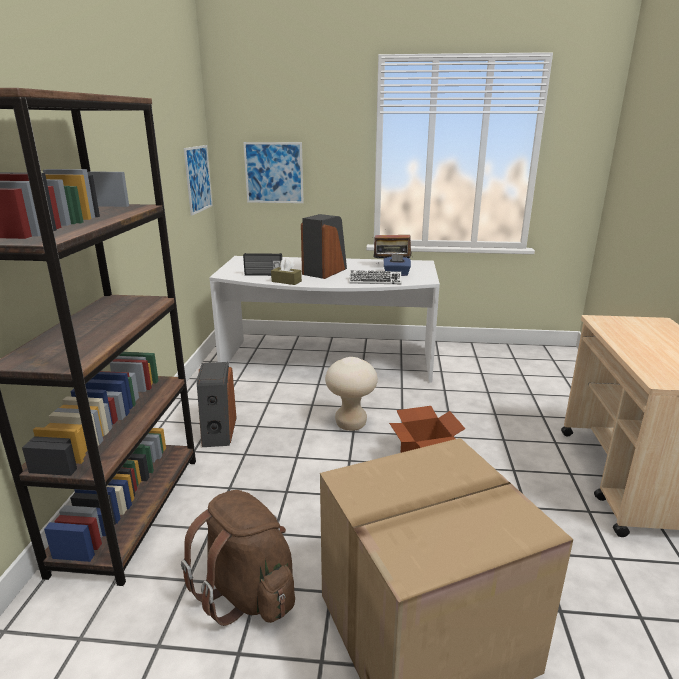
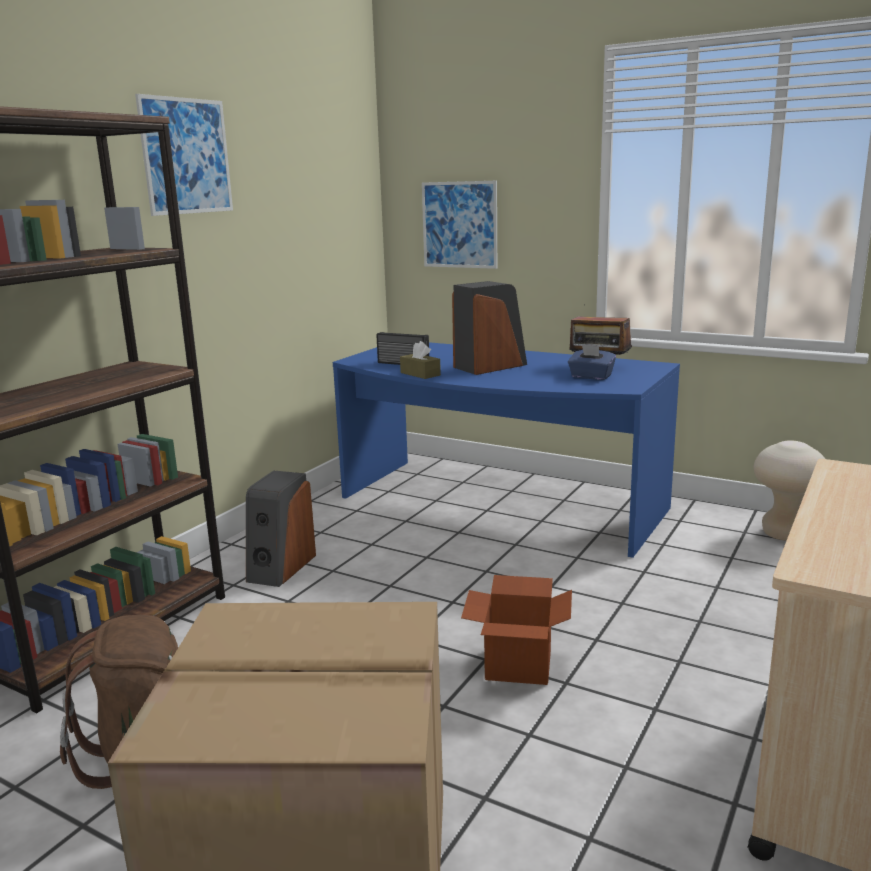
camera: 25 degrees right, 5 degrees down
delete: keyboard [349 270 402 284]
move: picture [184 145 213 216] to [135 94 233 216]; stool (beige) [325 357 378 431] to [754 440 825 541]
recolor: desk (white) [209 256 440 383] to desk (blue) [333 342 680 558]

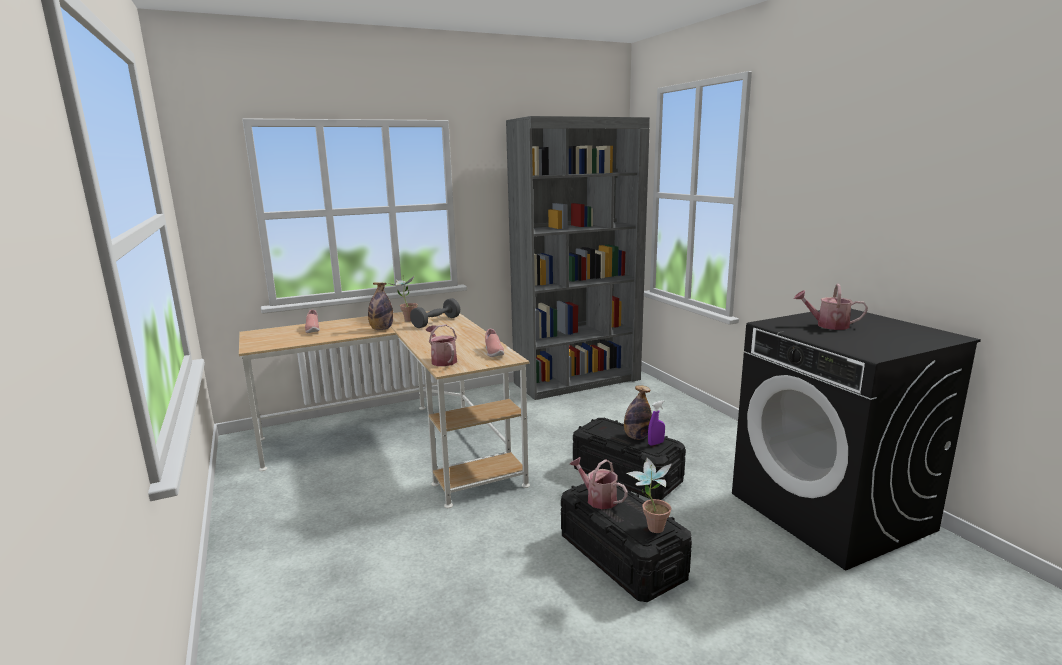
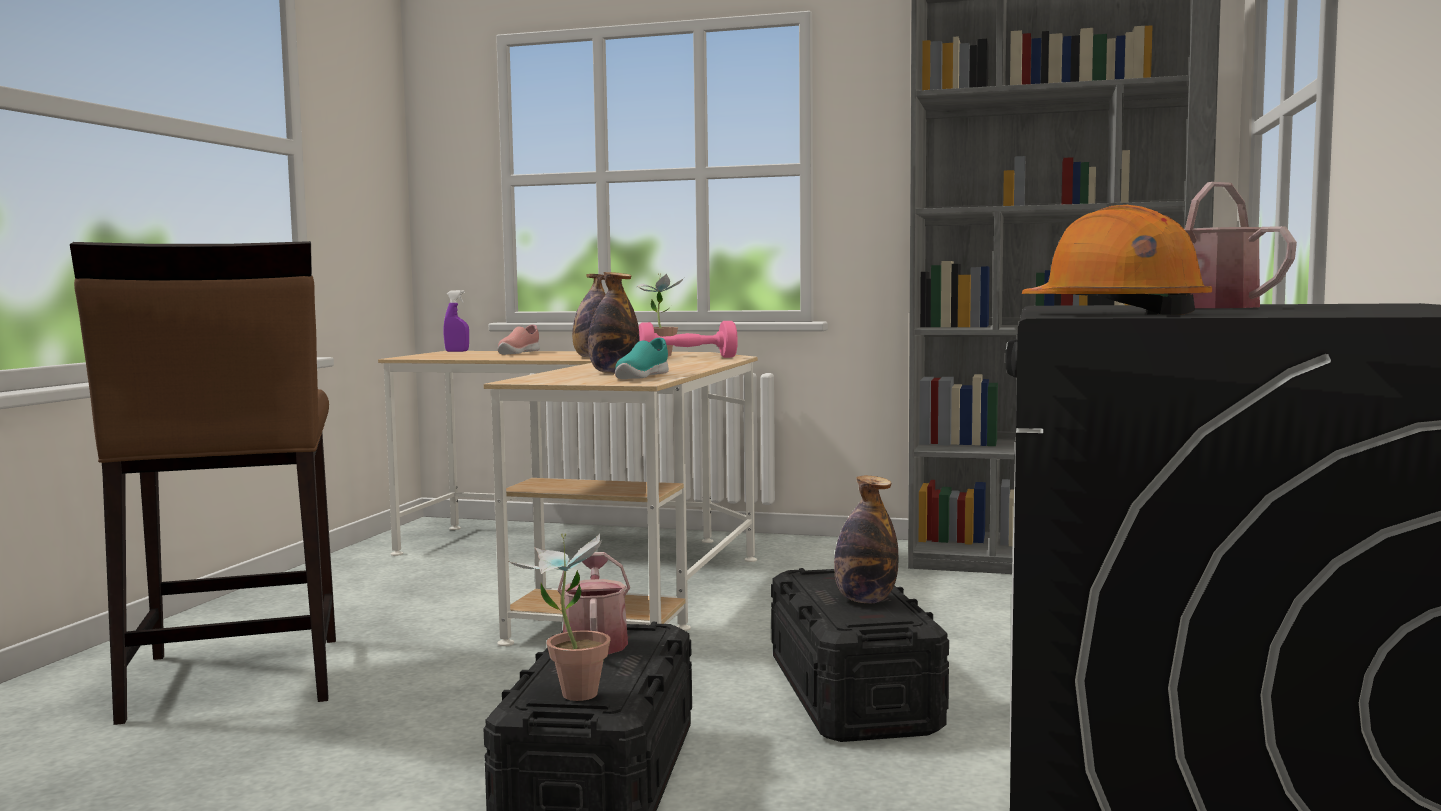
camera: 40 degrees right, 10 degrees down
delete: watering can [426 324 457 366]
insert: hard hat (orange) [1022 205 1212 315]; stool (brown) [70 241 336 725]; bottle [588 272 639 374]
move: spray bottle (purple) [648 400 665 446] to [443 290 469 352]
recolor: dumbbell (grey) [410 298 460 328] to dumbbell (pink) [639 321 738 358]; shoe (pink) [485 329 504 357] to shoe (turquoise) [615 338 669 379]

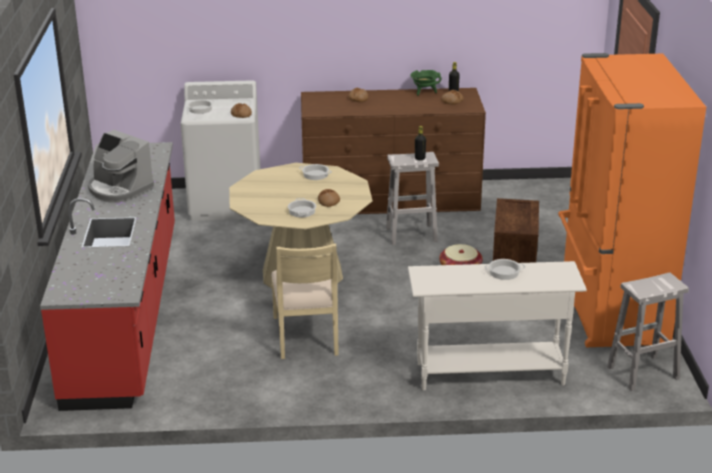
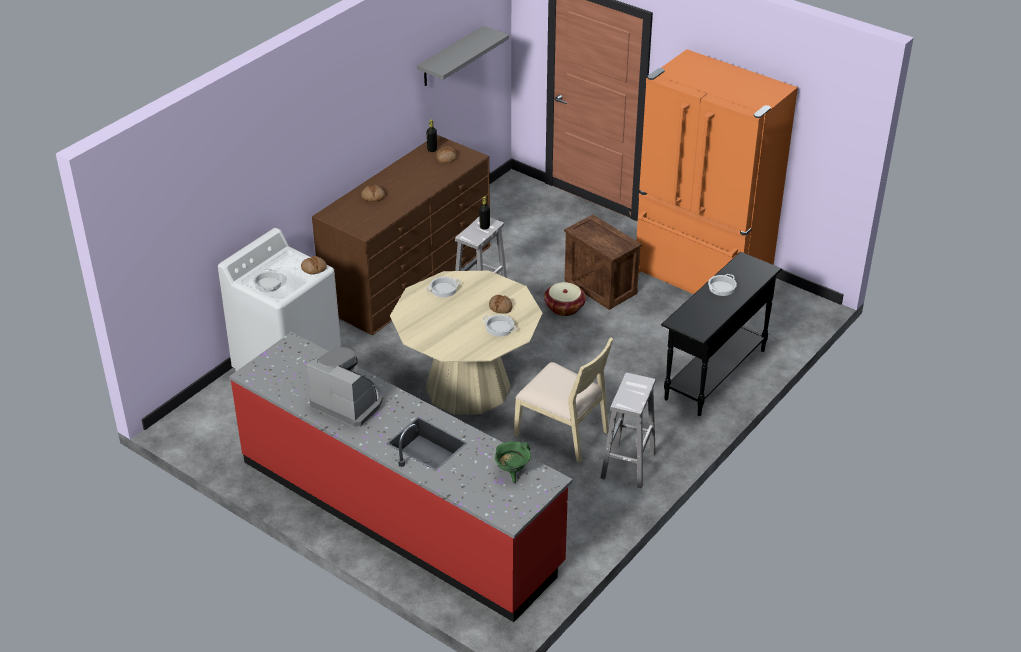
camera: 50 degrees left, 10 degrees up
insert: shelf (grey) [417 26 509 86]
move: cooking pot (green) [411 70 441 96] to [495 441 531 483]; stool (white) [607 273 689 391] to [601 373 656 488]
recolor: console table (white) [408 261 587 390] to console table (black) [661 252 782 416]
rotate: coffee machine [88 130 154 203] = [307 347 382 428] 135 degrees counterclockwise

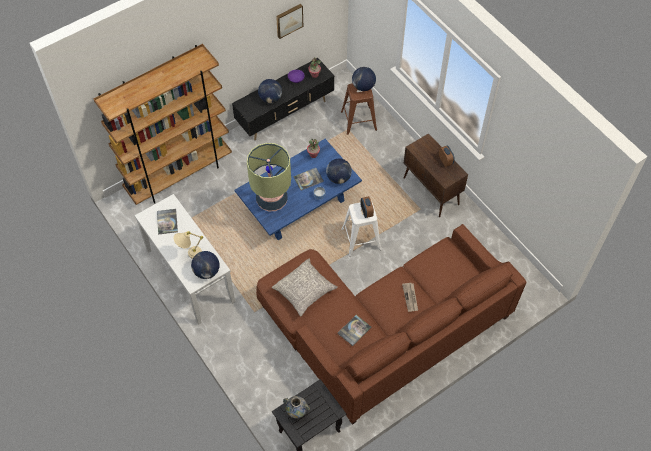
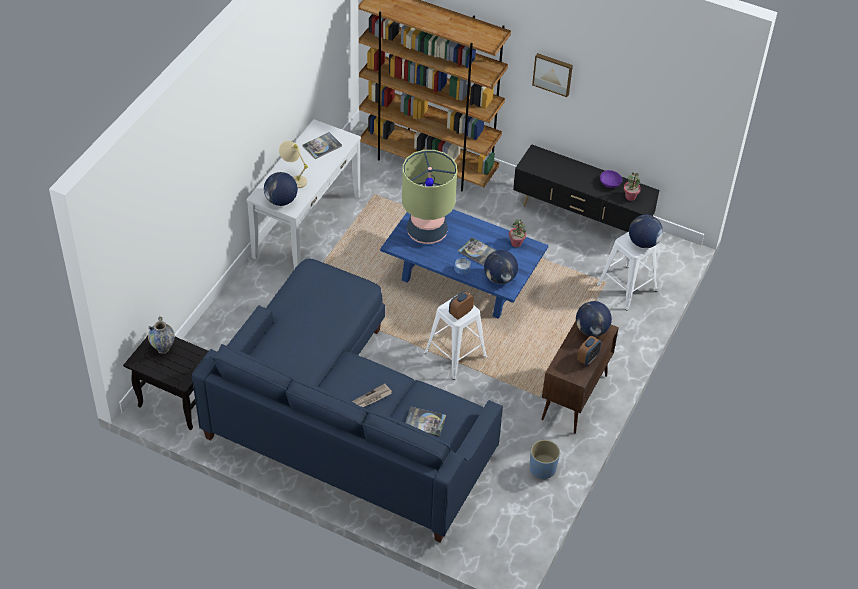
camera: 60 degrees right, 10 degrees down
delete: pillow (grey) [272 259 338 317]
insert: planter (blue) [530 440 560 480]
move: picture [276 4 303 39] to [532 53 573 97]; globe [258 79 282 103] to [576 301 612 337]; book [337 315 371 346] to [405 407 446 437]
recolor: stool (brown) [341 83 377 135] to stool (white) [597 232 658 311]; sofa (brown) [256 224 526 425] to sofa (blue) [192 259 503 542]

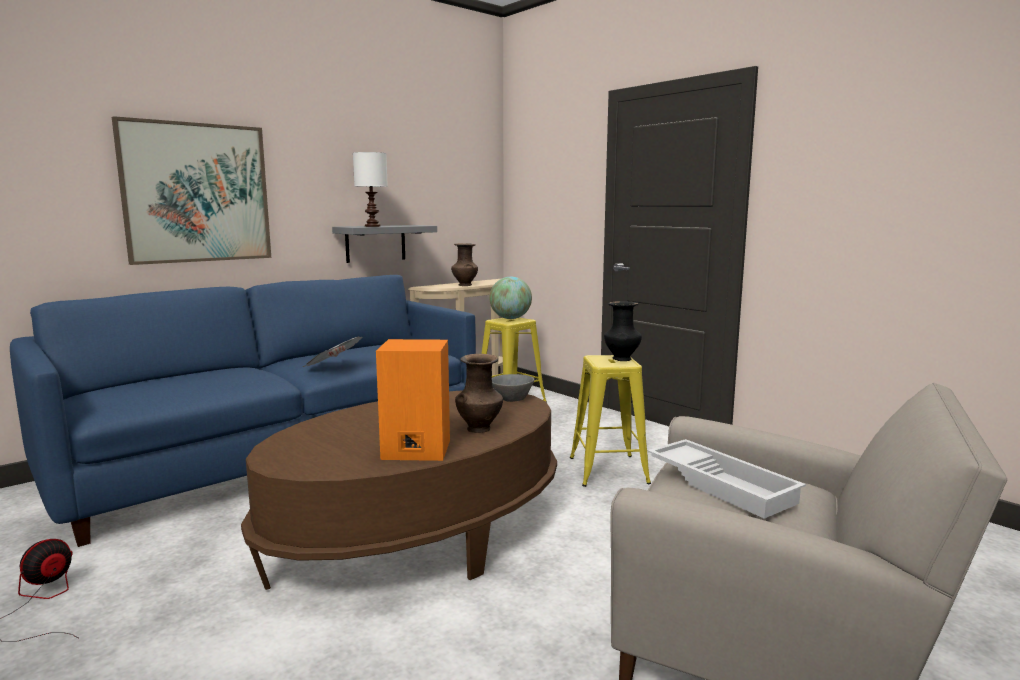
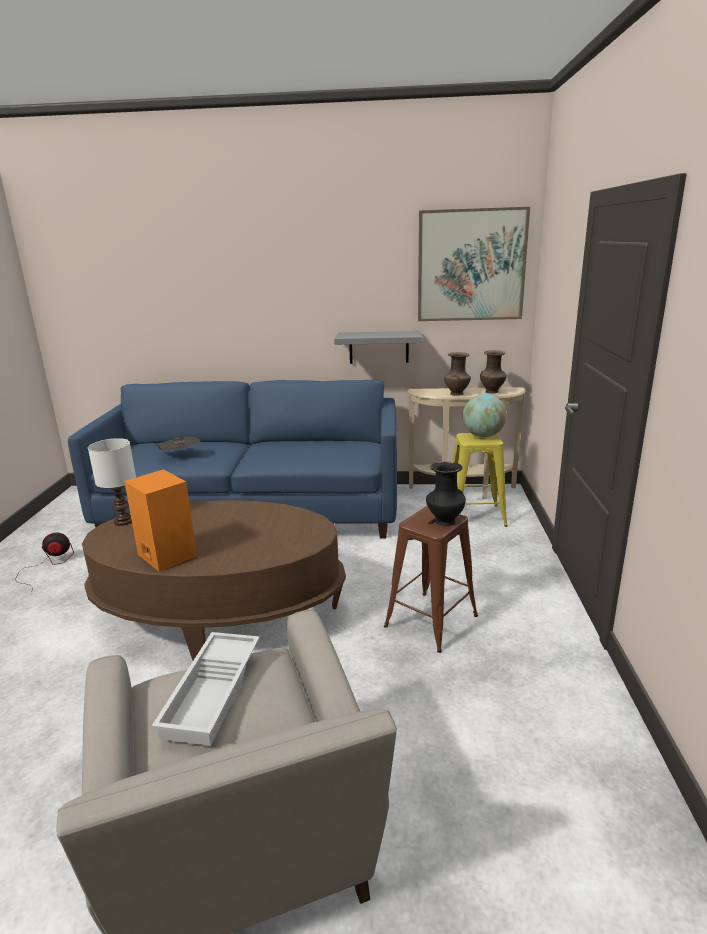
camera: 45 degrees right, 10 degrees up
delete: bowl (grey) [492 374 534 402]
move: picture [112 116 271 265] to [418 207 530 321]; table lamp (white) [353 152 388 227] to [88 438 136 526]; newspaper [303 336 363 367] to [156 437 201 451]; vase (brown) [455 354 503 433] to [480 350 507 393]
recolor: stool (yellow) [570 355 651 487] to stool (brown) [384 506 478 653]

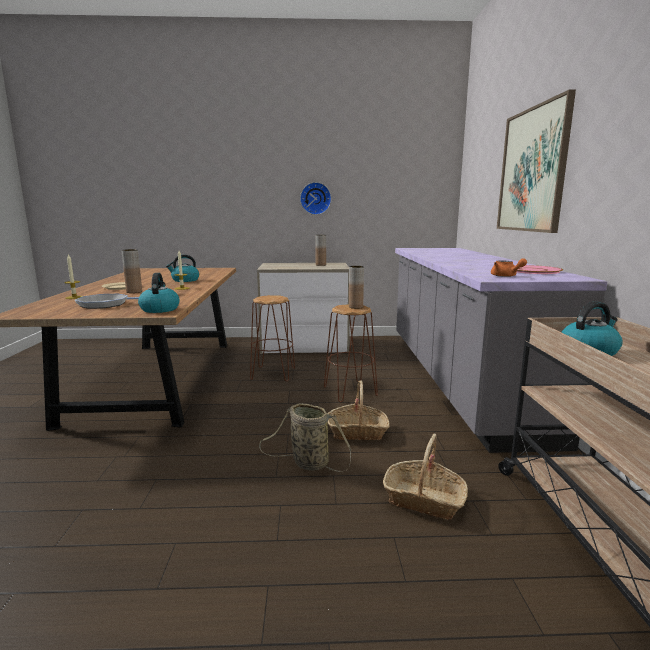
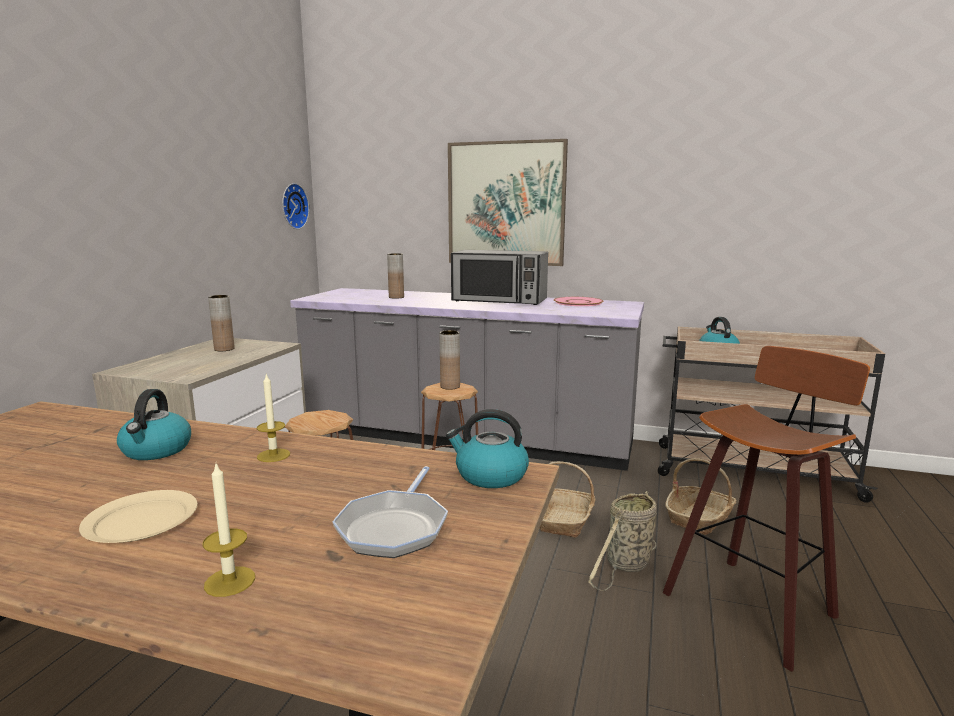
camera: 70 degrees left, 0 degrees up
delete: teapot (orange) [491 258 527 277]
insert: microwave [451 250 548 305]; stool [663 346 870 672]
move: wall clock [300 182 332 215] to [282 183 309 229]; vase (brown) [121 249 142 293] to [387 253 404 299]

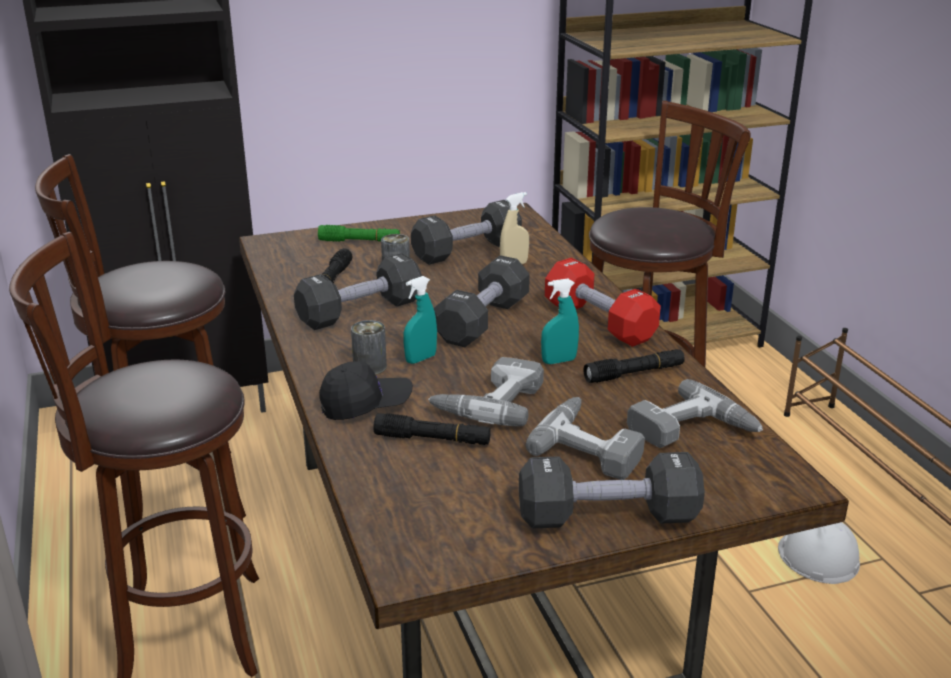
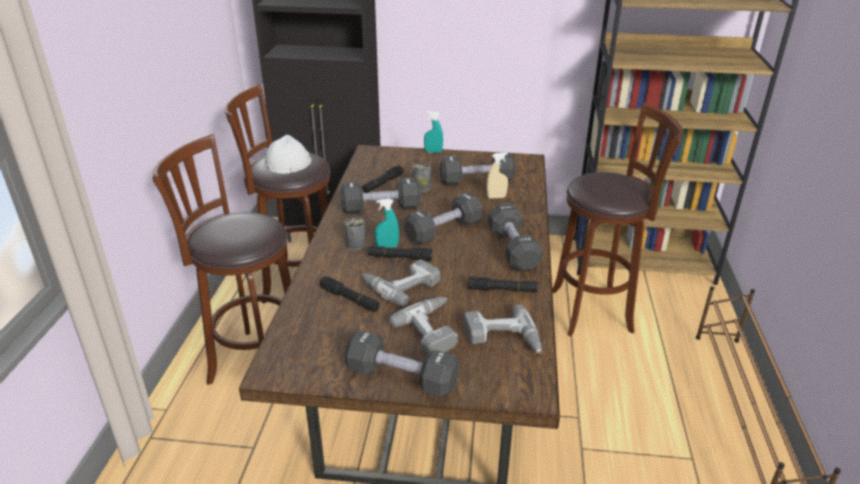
camera: 25 degrees right, 5 degrees up
delete: flashlight (green) [318 225 400 242]; cap (black) [319 361 413 420]
insert: flashlight (black) [368 246 432 261]
move: spray bottle (turquoise) [541 279 579 364] to [424 111 443 153]; hard hat (white) [778 522 860 584] to [265 135 311 174]
recolor: dumbbell (red) [545 258 661 347] to dumbbell (black) [488 203 543 272]

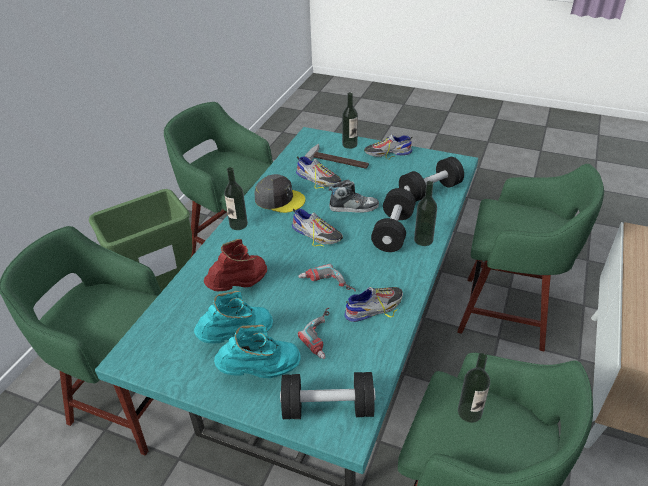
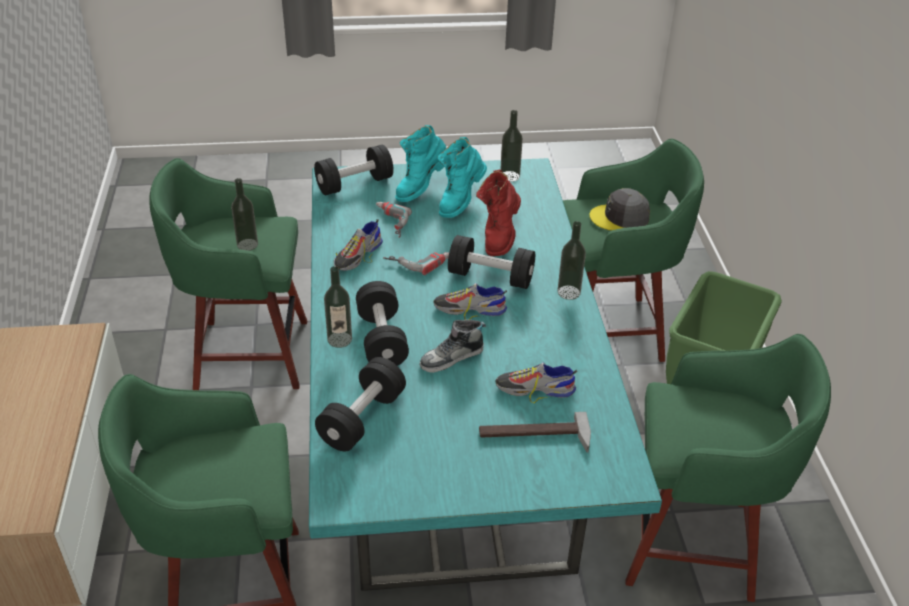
camera: 150 degrees right, 0 degrees up
delete: shoe [364 134 413 159]
insert: dumbbell (black) [448 235 535 289]
move: bottle [342 92 358 149] to [500 110 523 182]; cap (grey) [255 174 305 213] to [589 188 650 231]

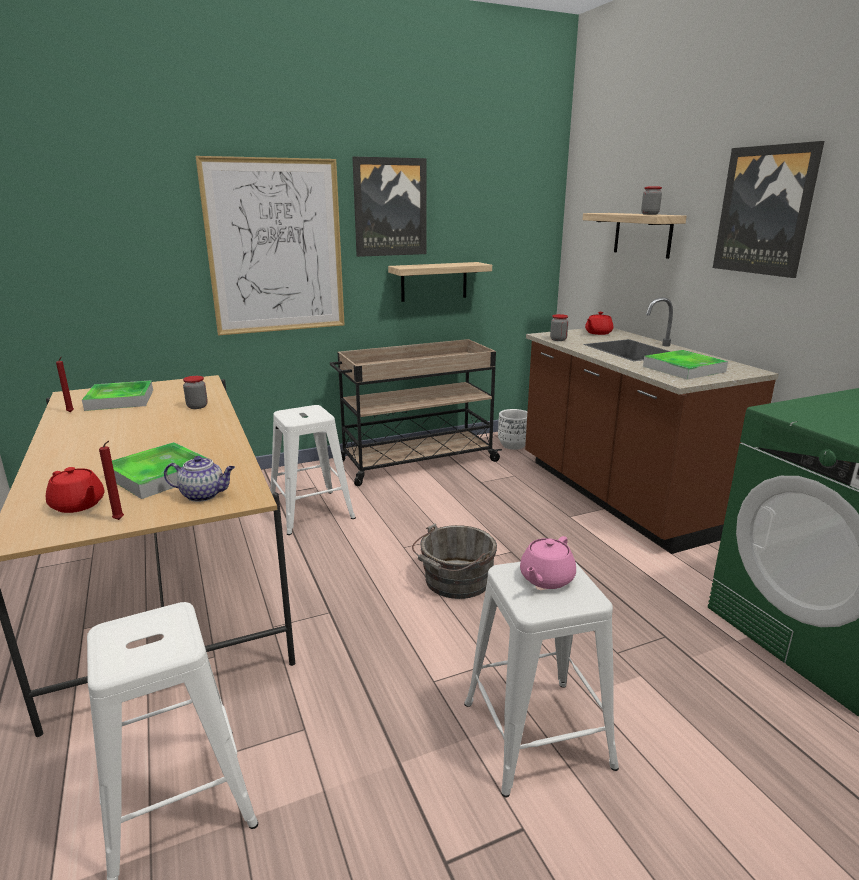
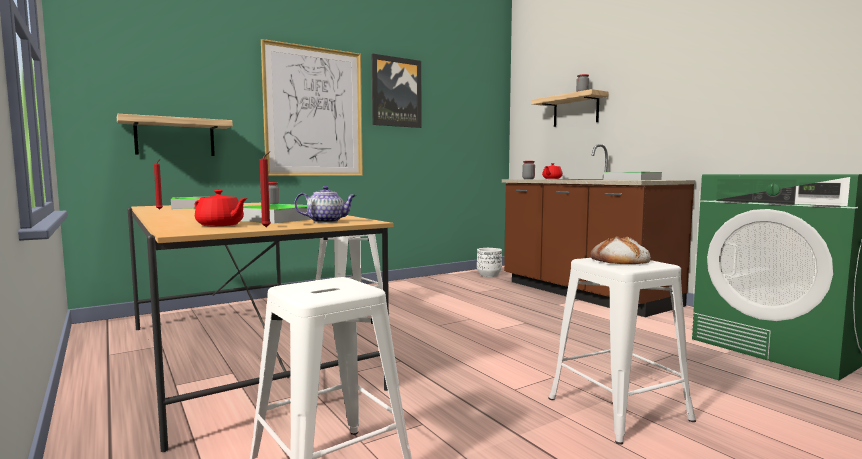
camera: 10 degrees left, 15 degrees down
delete: picture [713 141 824 278]; cart (beige) [330 339 502 486]; bucket (grey) [412 524 497 599]
move: shelf [388 262 492 302] to [117 114 233 156]
replace: teapot (pink) [520 536 576 589] to bread [591 236 651 264]

